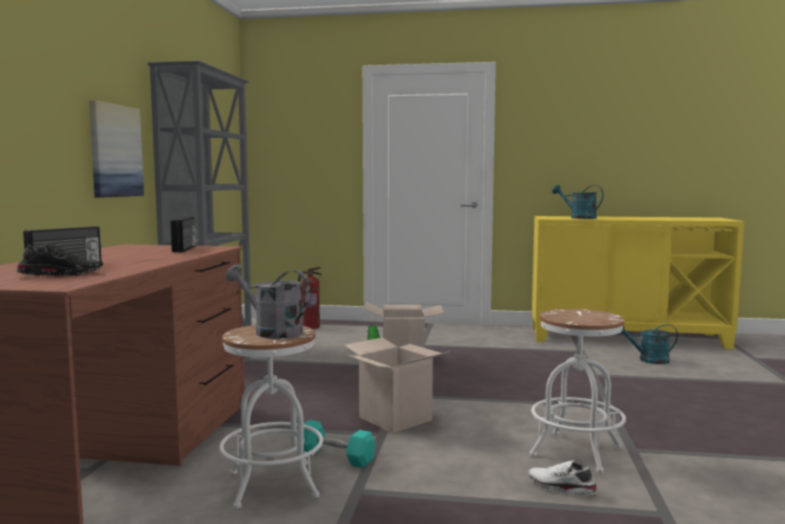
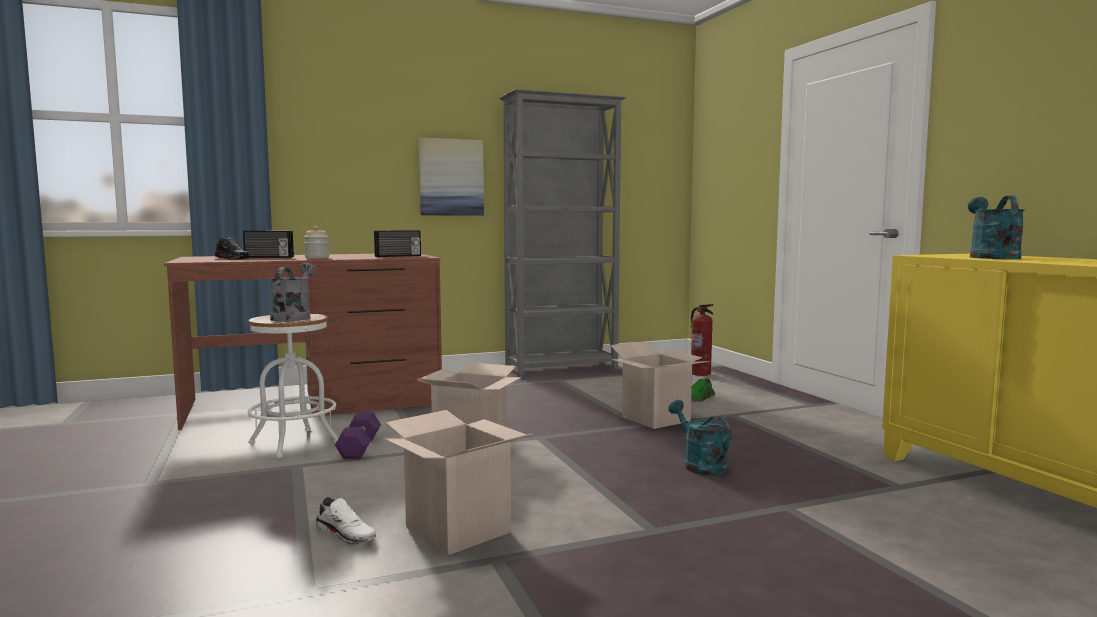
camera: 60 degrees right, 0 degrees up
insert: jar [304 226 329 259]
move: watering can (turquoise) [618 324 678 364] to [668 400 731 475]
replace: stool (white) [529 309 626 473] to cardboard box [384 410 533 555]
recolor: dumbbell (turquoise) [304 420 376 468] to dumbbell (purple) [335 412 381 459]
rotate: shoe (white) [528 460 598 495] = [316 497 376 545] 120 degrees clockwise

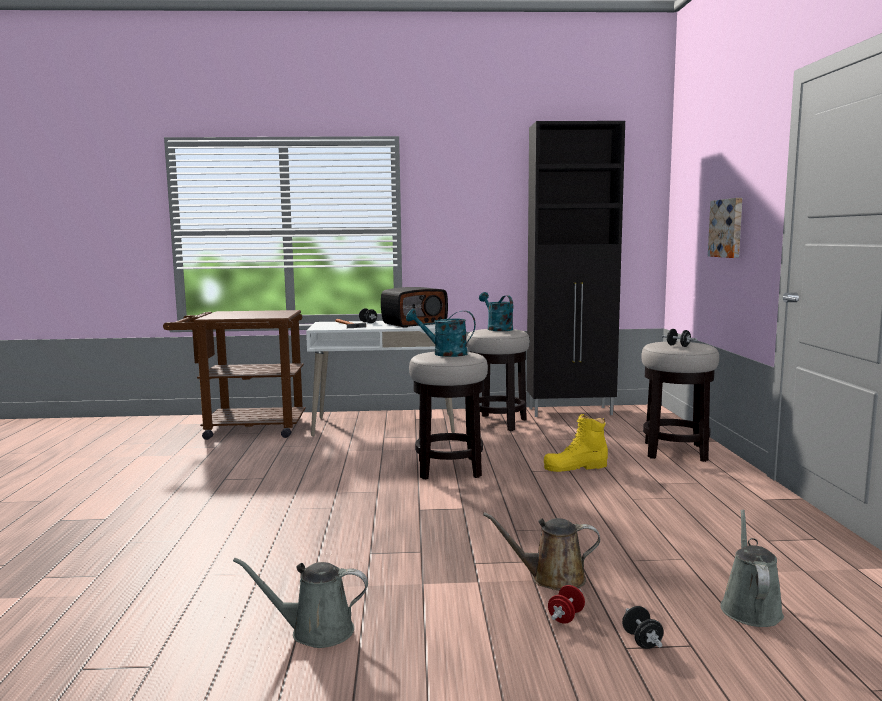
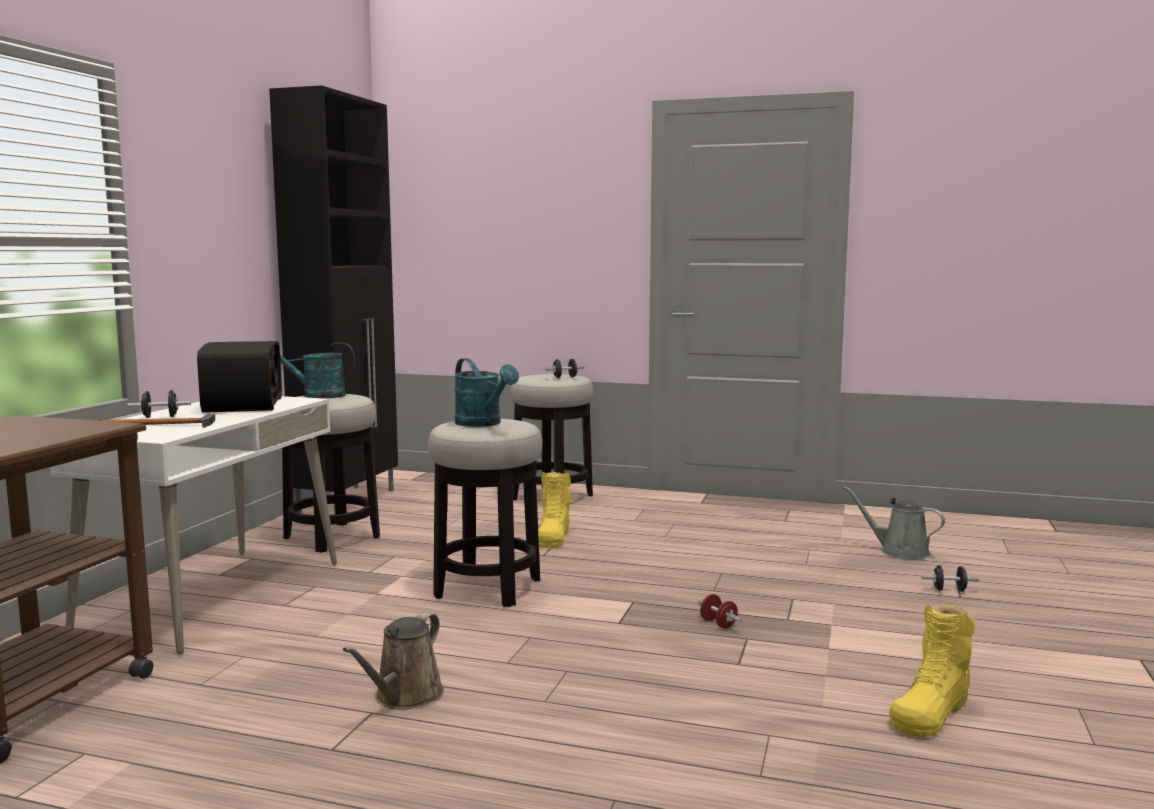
camera: 70 degrees left, 0 degrees up
delete: picture [708 198 742 258]
move: watering can (brown) [483 512 600 591] to [343 613 444 710]; dumbbell (red) [548 585 585 624] to [698 594 742 628]
replace: watering can (grey) [233 558 368 648] to boot (yellow) [889 604 975 737]
rotate: watering can (turquoise) [406 309 476 357] = [454 358 519 427] 75 degrees counterclockwise

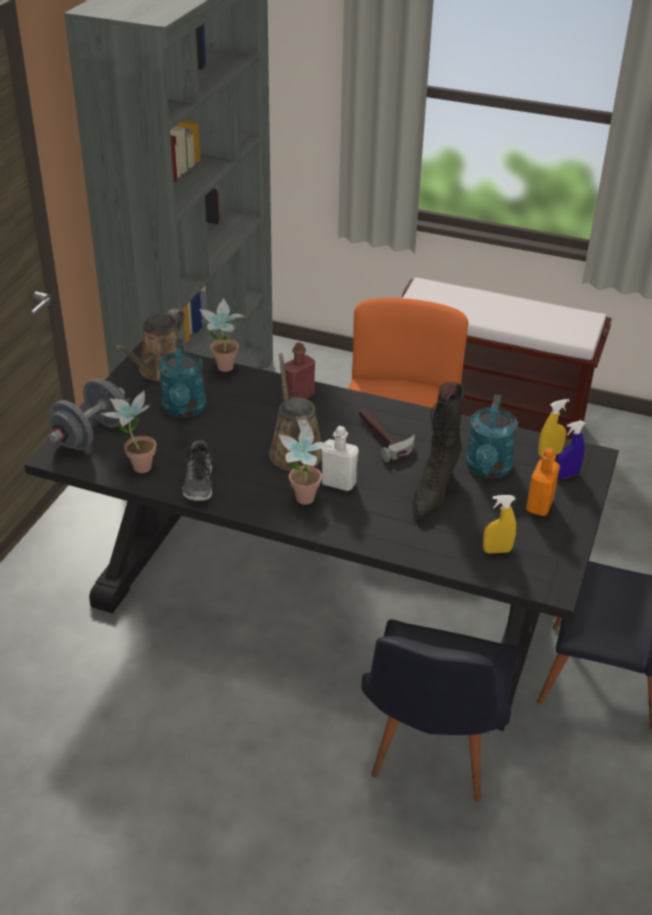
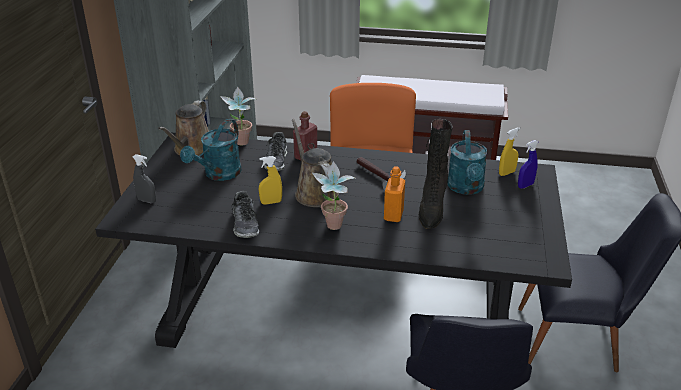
camera: 10 degrees left, 5 degrees down
delete: potted plant [101 390 157 473]; bottle (white) [321 426 359 491]
insert: shoe [264 132 287 171]
move: bottle (orange) [526 448 560 516] to [384 166 405 222]; spray bottle (yellow) [483 495 516 553] to [259 156 282 205]
replace: dumbbell (grey) [48 379 126 450] to spray bottle (grey) [133 154 156 203]
rotate: watering can (turquoise) [158 339 206 418] = [180 119 242 181] 45 degrees clockwise

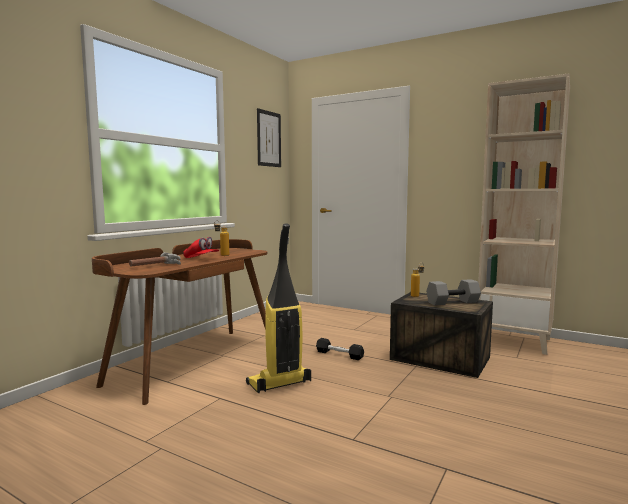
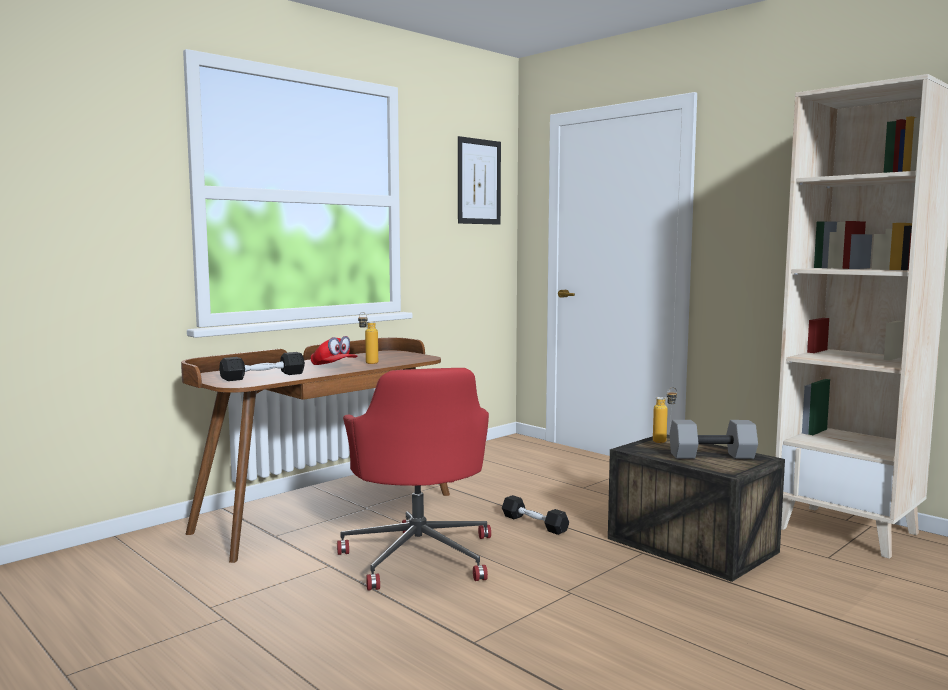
camera: 15 degrees right, 0 degrees up
replace: vacuum cleaner [246 224 311 393] to office chair (red) [337 368 491 591]; hammer [129 252 181 266] to dumbbell (black) [219 352 305 381]

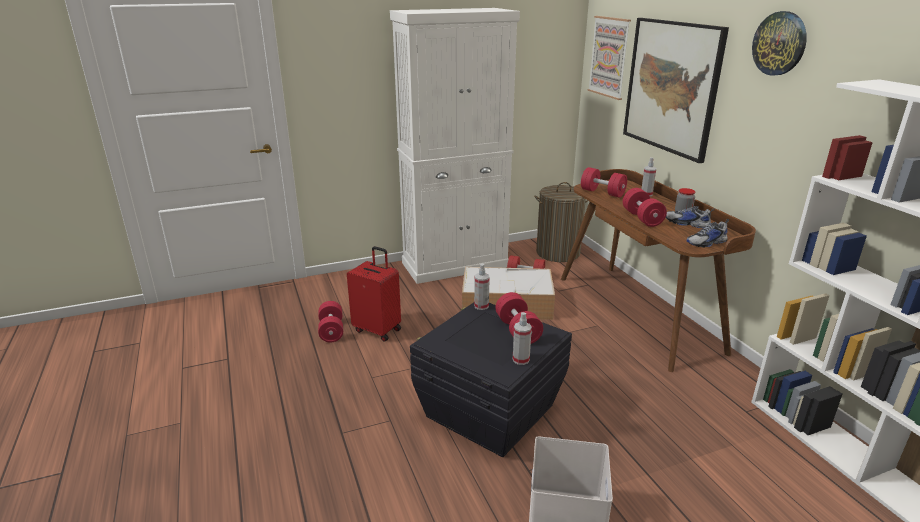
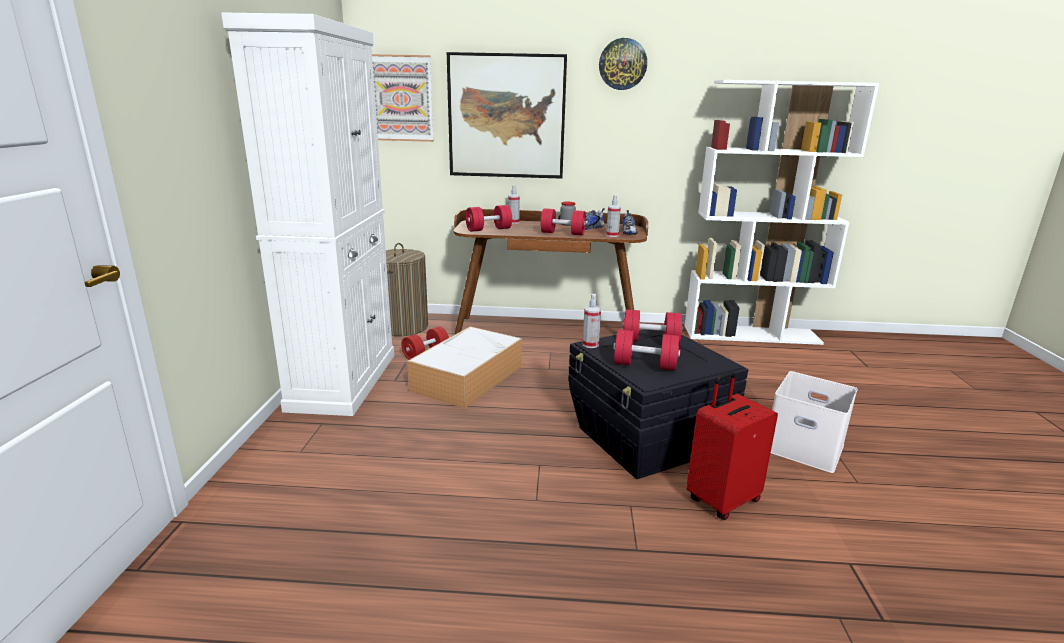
camera: 65 degrees left, 5 degrees down
move: suitcase (red) [347 246 401 342] to [686 372 778 520]; dumbbell (red) [318 301 343 342] to [613 329 680 371]; spray bottle [513 312 532 365] to [606 195 621 237]

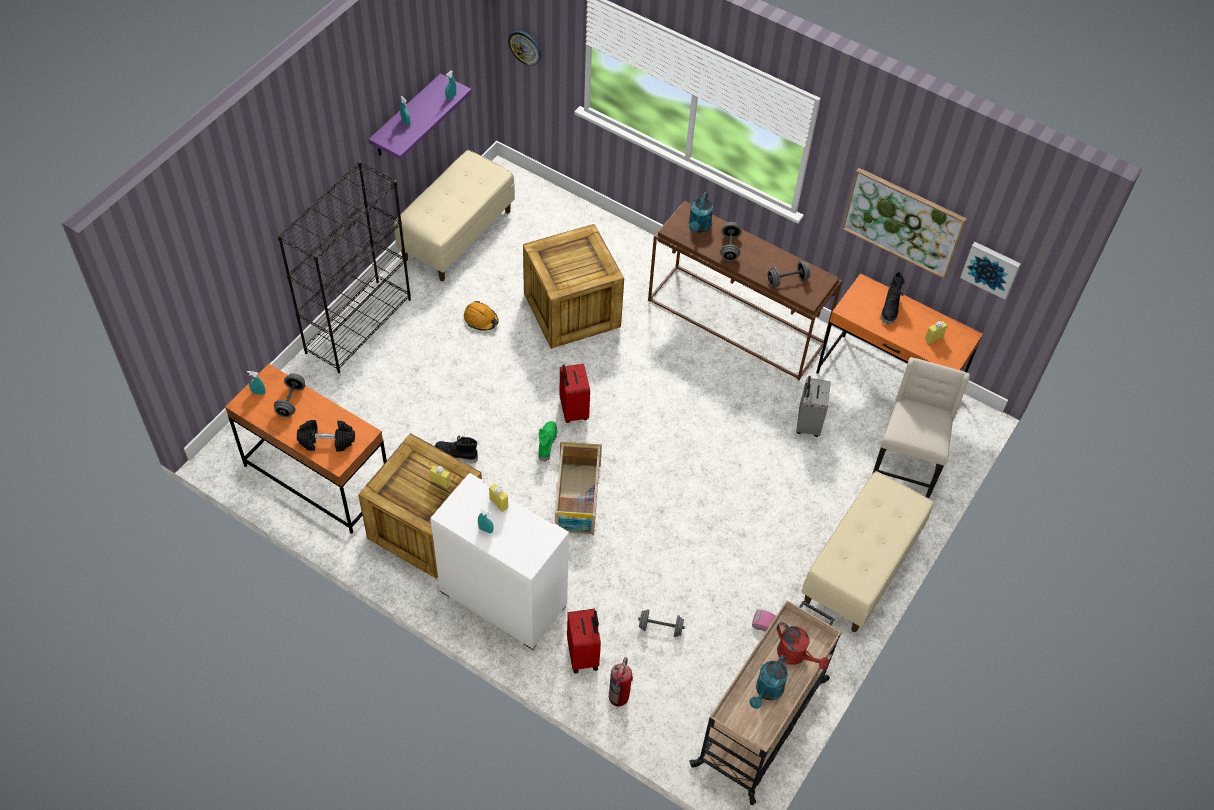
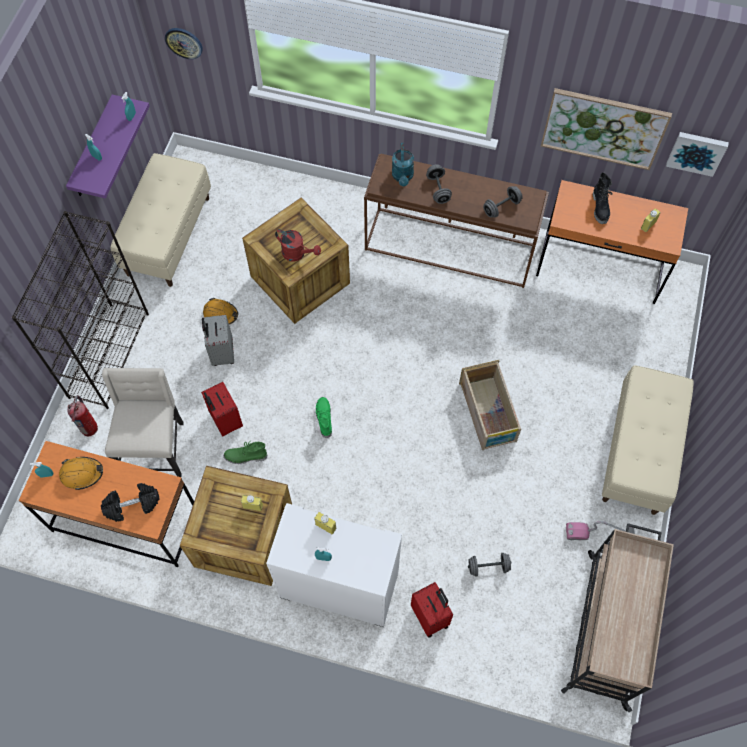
camera: 15 degrees left, 10 degrees up
delete: watering can (turquoise) [750 655 788 709]
move: chair (beige) [872 357 970 498] to [102 368 184 477]; suitcase (red) [559 363 590 423] to [201 382 243 437]; suitcase (grey) [796 376 831 437] to [202 315 234 366]; crate [555 442 602 535] to [459 360 521 450]; watering can (red) [777 622 829 670] to [275 229 321 262]; fire extinguisher [608 657 633 707] to [67 395 98 436]
replace: dumbbell (grey) [274 373 305 417] to hard hat (orange) [59 457 103 490]
recolor: boot (black) [435 436 478 463] to boot (green) [223 442 267 464]

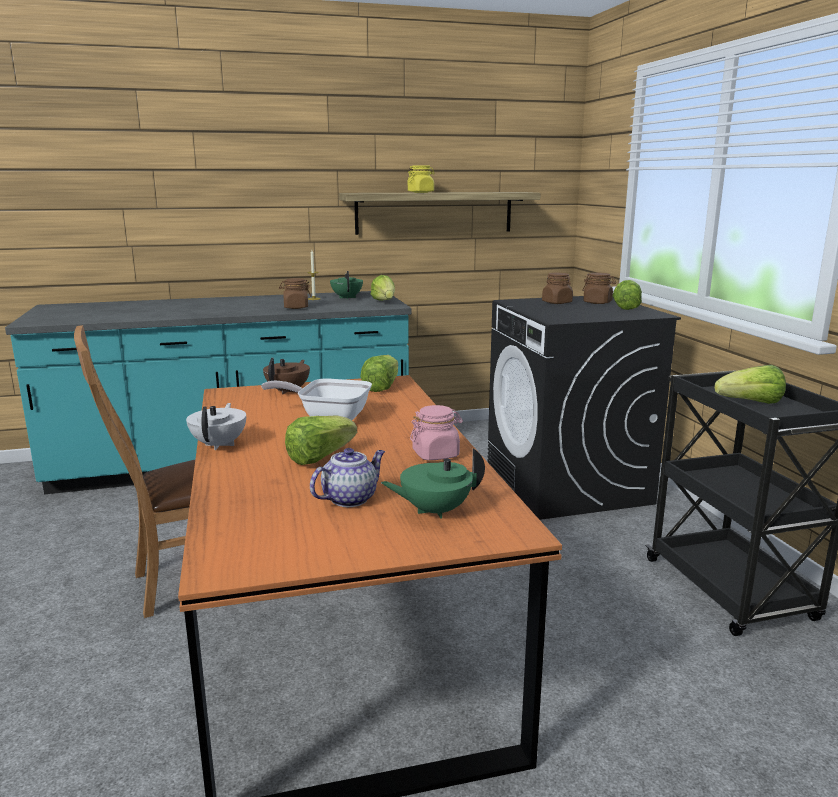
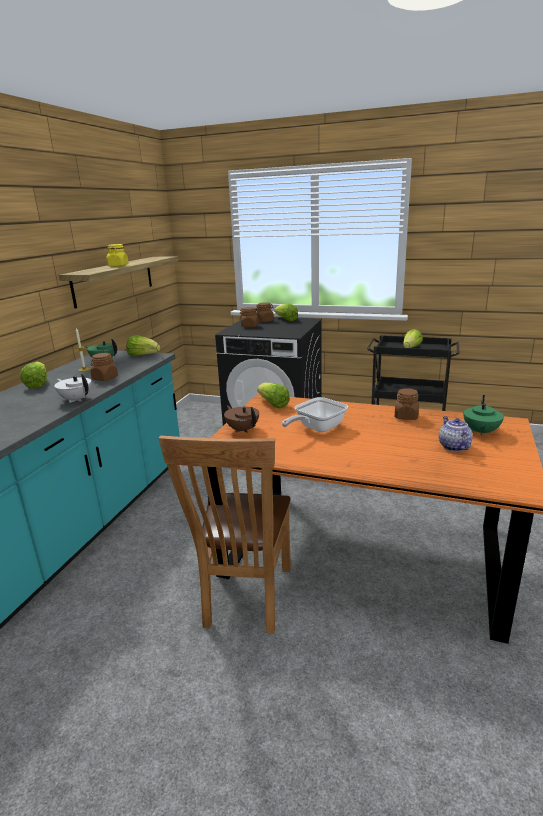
camera: 55 degrees left, 5 degrees up
move: teapot (white) [186 403 246 450] to [54 374 92 403]; lettuce [285 416 357 465] to [20 362 47 389]
recolor: jar (pink) [410 405 463 460] to jar (brown) [395 388 419 420]

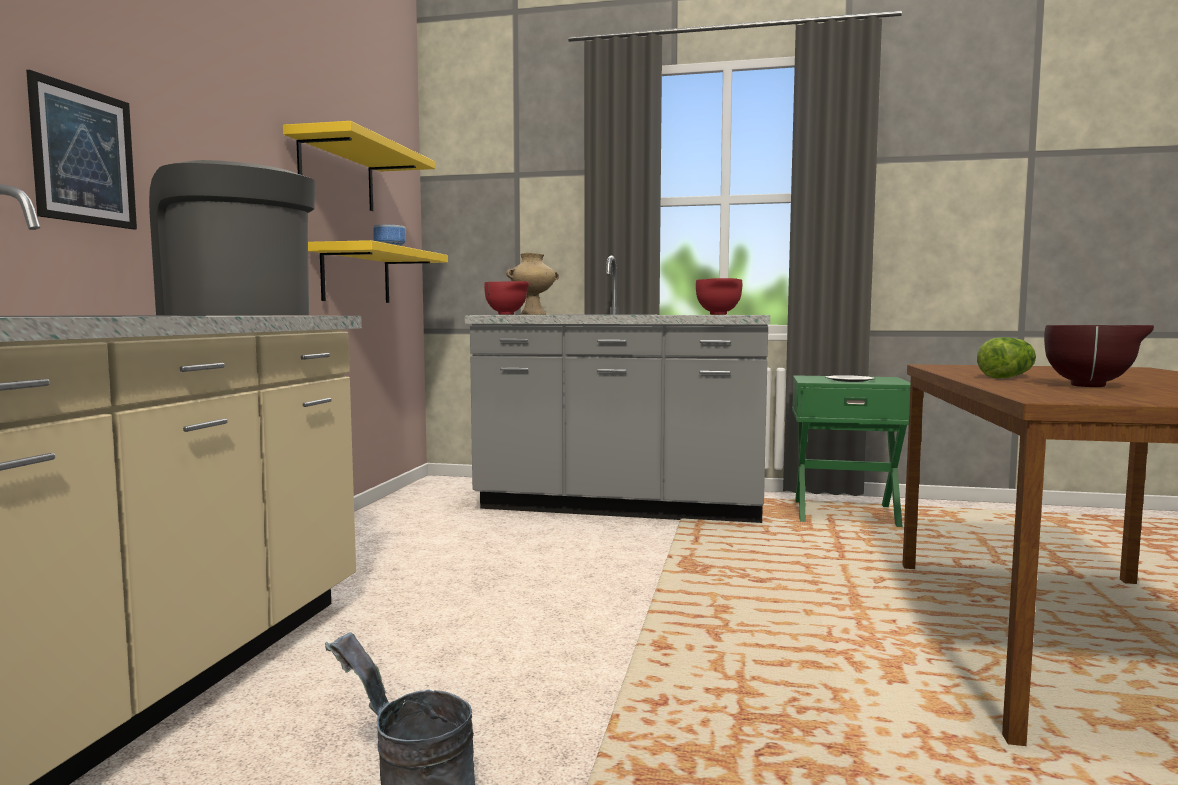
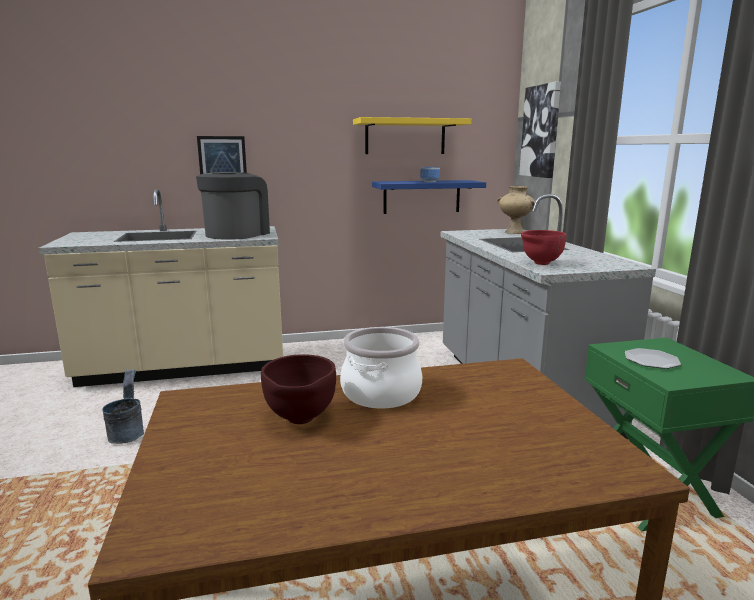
camera: 65 degrees right, 10 degrees up
delete: bowl (red) [484 281 529 315]
insert: picture [519 81 561 178]
replace: lettuce [977 337 1036 378] to cooking pot [340 327 422 408]
recolor: shelf (yellow) [308 240 448 303] to shelf (blue) [372 180 486 214]

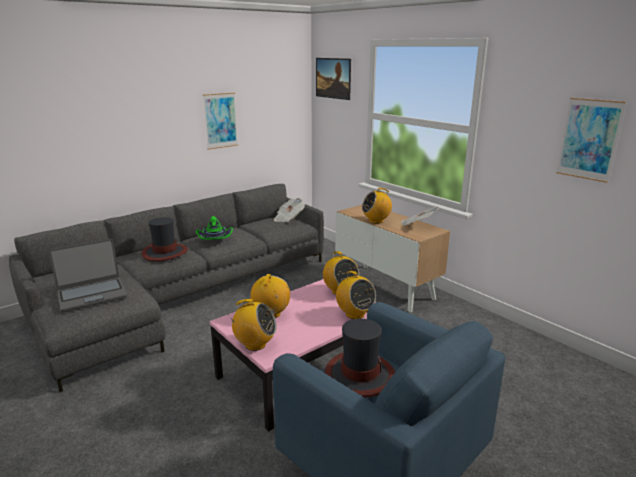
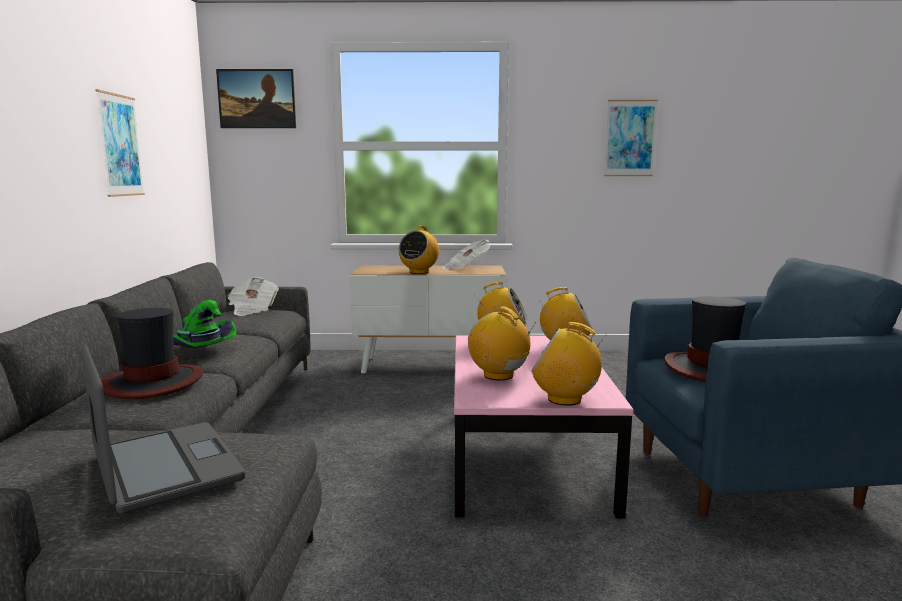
camera: 50 degrees left, 10 degrees down
rotate: laptop [48 239 127 312] = [81 345 246 514] 45 degrees counterclockwise; radio [227 299 277 351] = [531 322 605 406] 120 degrees counterclockwise

